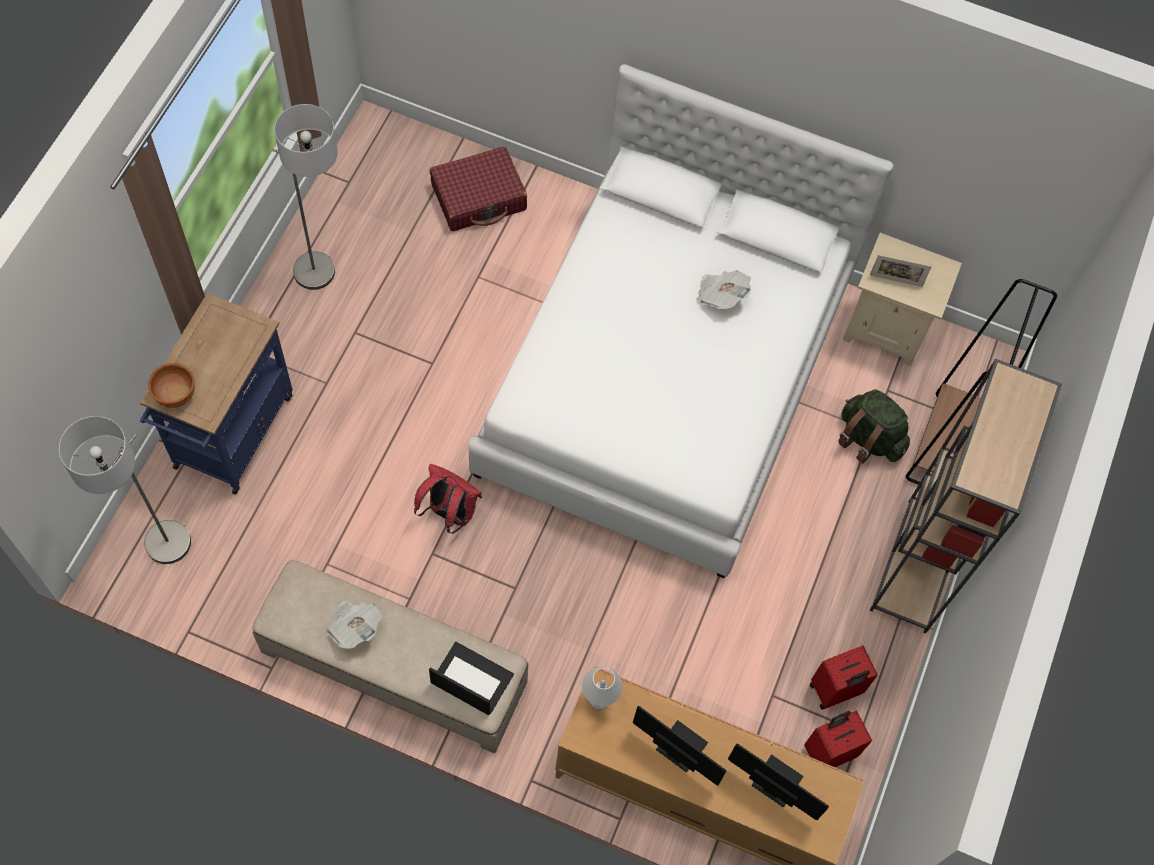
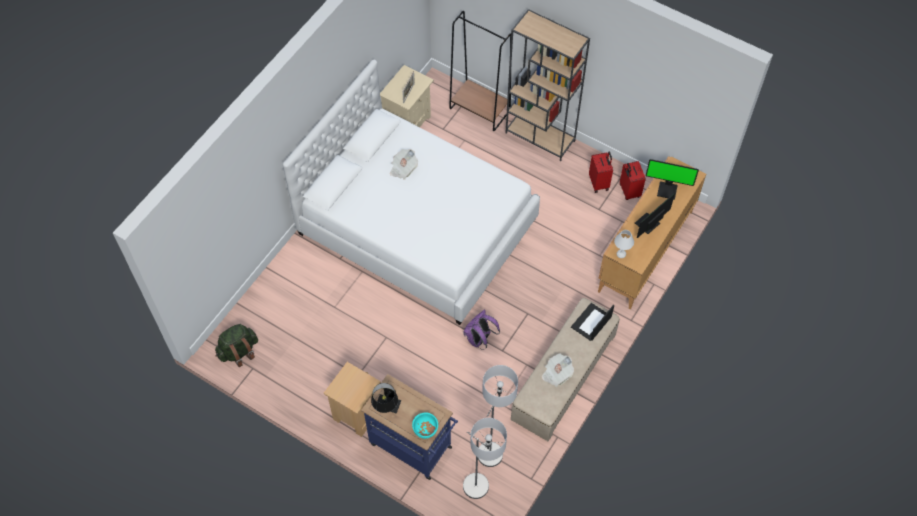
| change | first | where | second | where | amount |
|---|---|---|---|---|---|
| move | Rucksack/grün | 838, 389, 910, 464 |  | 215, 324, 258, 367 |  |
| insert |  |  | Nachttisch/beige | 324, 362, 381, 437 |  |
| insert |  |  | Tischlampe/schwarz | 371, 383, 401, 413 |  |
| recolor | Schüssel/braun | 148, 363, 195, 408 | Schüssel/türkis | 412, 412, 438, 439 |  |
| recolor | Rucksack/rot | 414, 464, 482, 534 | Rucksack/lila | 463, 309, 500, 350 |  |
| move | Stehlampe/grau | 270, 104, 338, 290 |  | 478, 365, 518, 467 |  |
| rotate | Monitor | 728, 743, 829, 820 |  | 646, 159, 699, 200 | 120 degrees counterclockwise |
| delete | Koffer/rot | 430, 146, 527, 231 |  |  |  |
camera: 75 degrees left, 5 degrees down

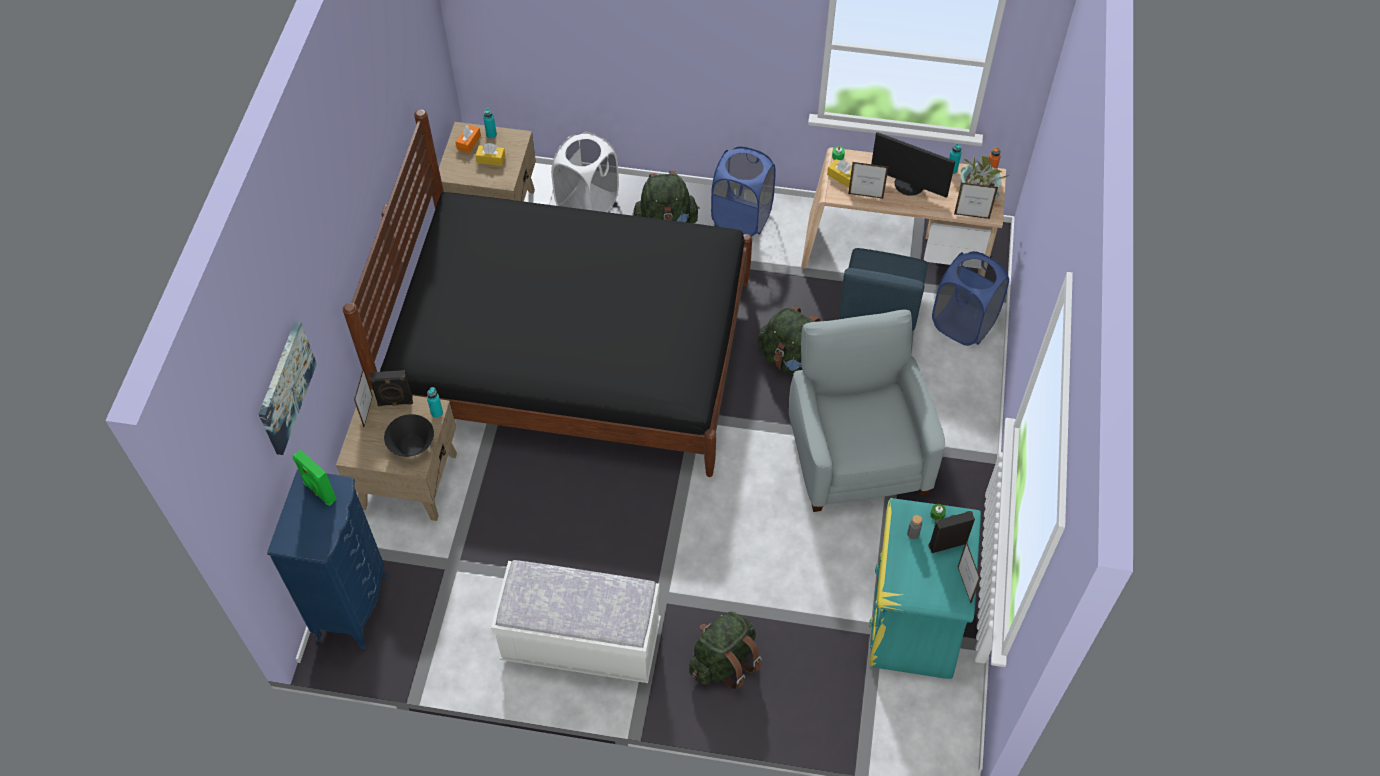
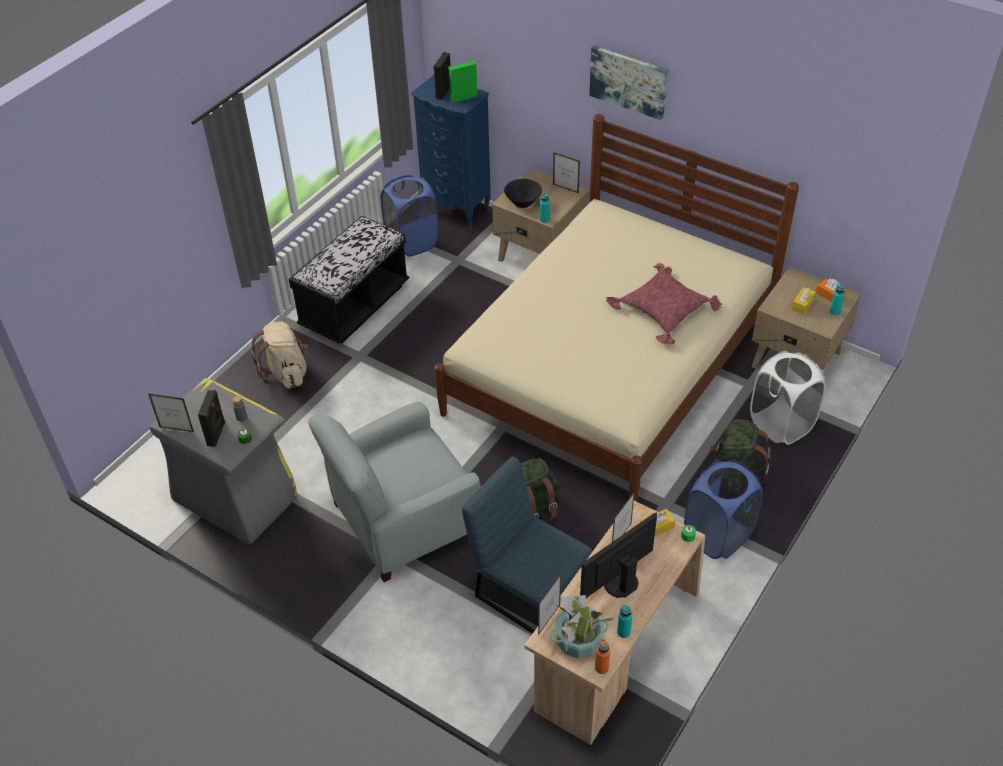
| change | first | where | second | where | amount |
|---|---|---|---|---|---|
| recolor | Nachttisch/türkis | 869, 498, 981, 679 | Nachttisch/grau | 149, 378, 297, 544 |  |
| recolor | Rucksack/grün | 689, 611, 762, 690 | Rucksack/beige | 251, 321, 308, 389 |  |
| recolor | Bank/weiß | 491, 560, 661, 683 | Bank/schwarz | 289, 216, 409, 344 |  |
| rotate | Sessel/grau | 789, 310, 945, 512 |  | 308, 402, 481, 582 | 135 degrees clockwise |
| move | Wäschekorb/blau | 932, 251, 1009, 346 |  | 381, 175, 439, 256 |  |
| move | Lautsprecher/schwarz | 369, 370, 413, 406 |  | 433, 52, 451, 100 |  |
| recolor | Bett/schwarz | 343, 109, 752, 477 | Bett/beige | 434, 114, 799, 501 |  |
| move | Bild | 259, 321, 317, 455 |  | 589, 46, 668, 120 |  |
| insert |  |  | Kissen/rot | 606, 263, 723, 345 |  |
camera: 115 degrees right, 10 degrees down

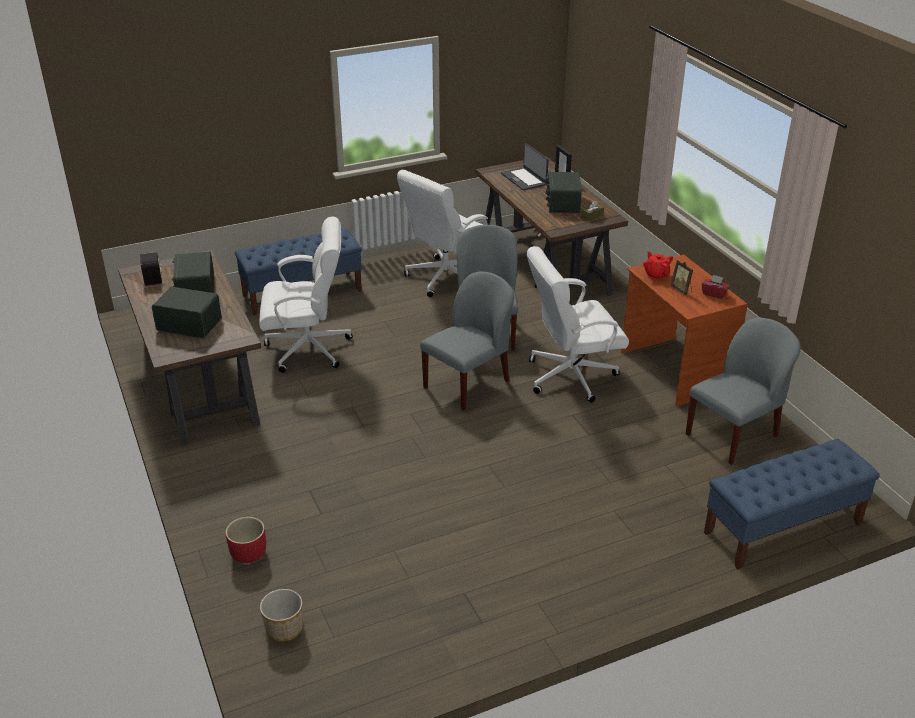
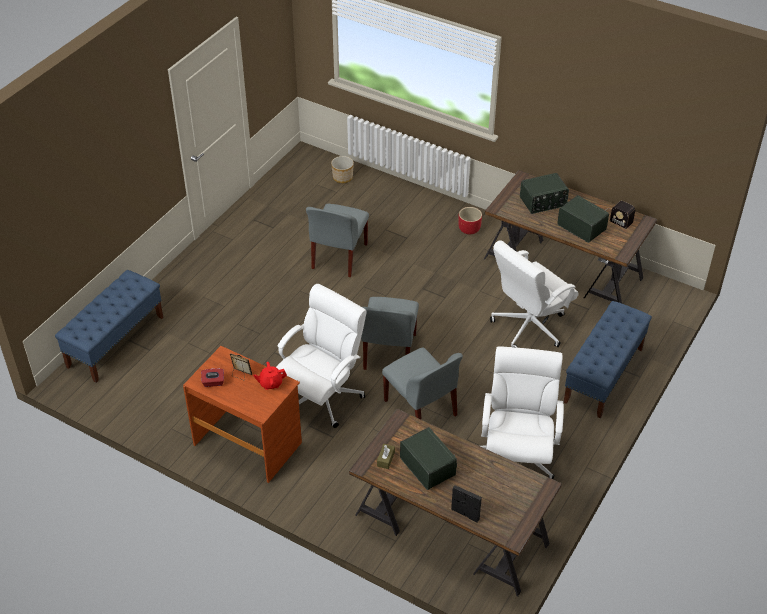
| change | first | where | second | where | amount |
|---|---|---|---|---|---|
| rotate | Teekanne/rot | 643, 251, 673, 280 |  | 253, 362, 287, 390 | 135 degrees clockwise |
| move | Stuhl/grau | 686, 318, 800, 465 |  | 306, 204, 369, 277 |  |
| move | Pflanzkübel/rot | 225, 517, 266, 563 |  | 458, 207, 482, 235 |  |
| delete | Laptop | 501, 143, 549, 190 |  |  |  |
camera: 145 degrees right, 10 degrees up

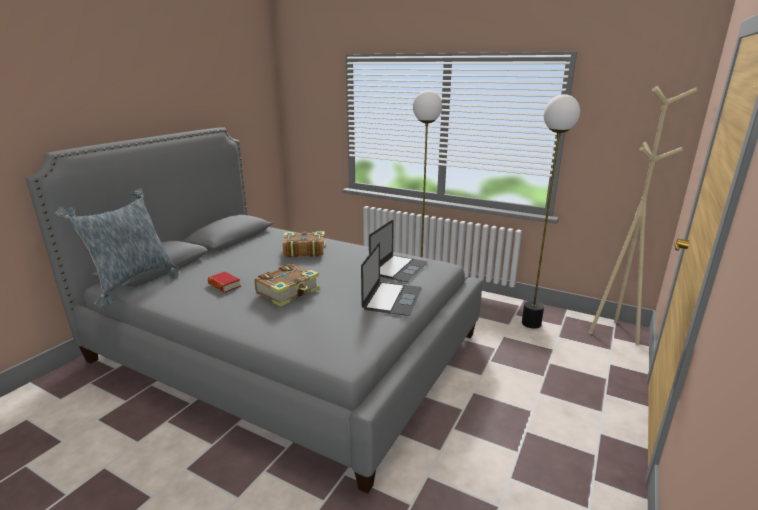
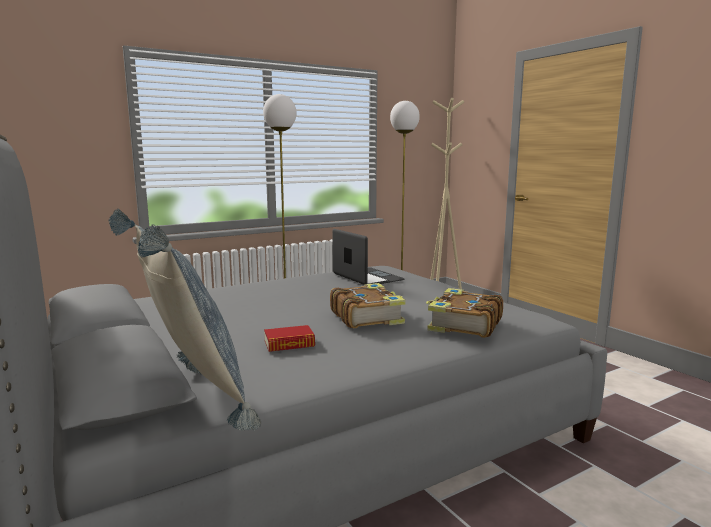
| change | first | where | second | where | amount |
|---|---|---|---|---|---|
| move | Buch | 282, 231, 325, 257 |  | 426, 288, 503, 338 |  |
| delete | Laptop | 361, 242, 422, 316 |  |  |  |
camera: 60 degrees left, 10 degrees down

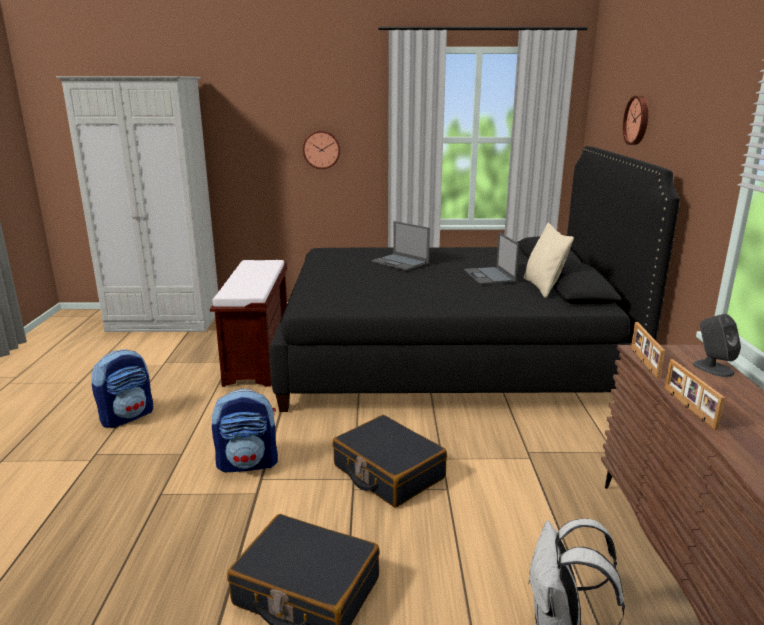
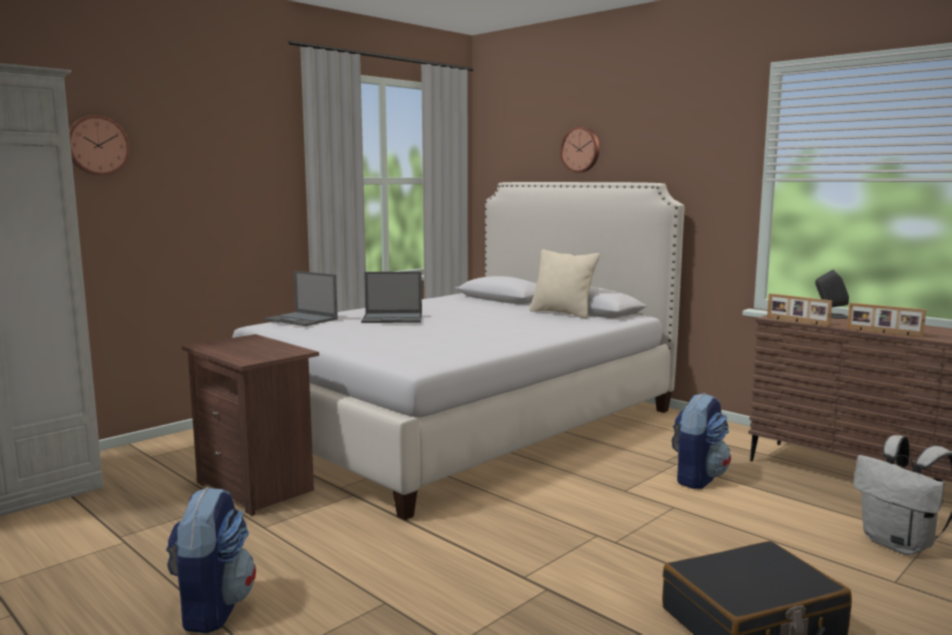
| change | first | where | second | where | amount |
|---|---|---|---|---|---|
| move | Wanduhr | 303, 131, 340, 169 |  | 69, 115, 130, 175 |  |
| replace | Bank/braun | 210, 260, 288, 387 | Nachttisch/braun | 182, 334, 319, 516 |  |
| recolor | Bett/schwarz | 270, 146, 680, 412 | Bett/weiß | 232, 182, 684, 520 |  |
| move | Laptop | 464, 232, 519, 285 |  | 265, 271, 338, 326 |  |
| move | Rucksack | 212, 389, 278, 472 |  | 672, 393, 731, 489 |  |
| delete | Koffer/schwarz | 332, 415, 447, 508 |  |  |  |
camera: 45 degrees left, 10 degrees down

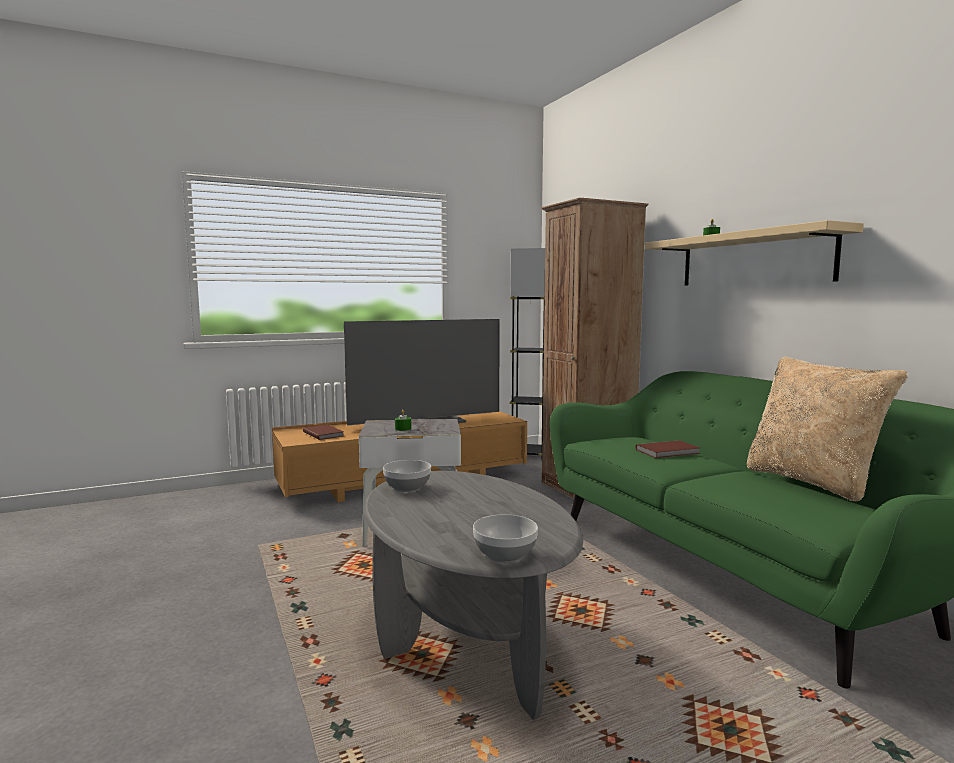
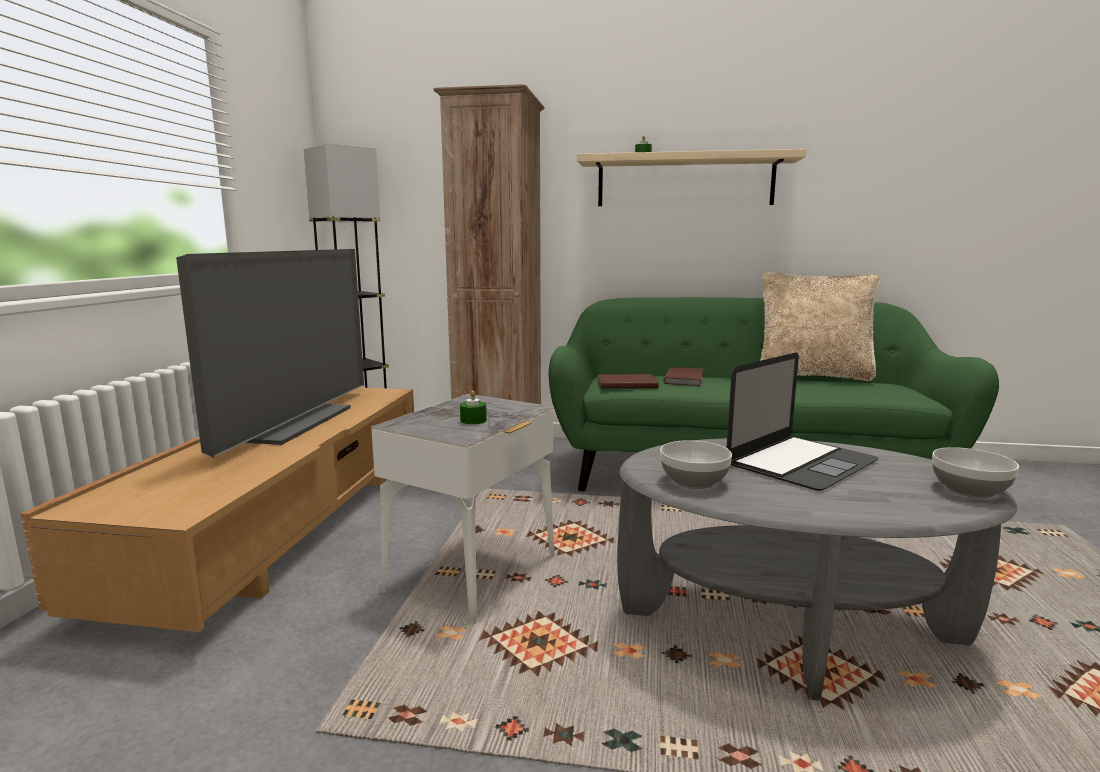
| change | first | where | second | where | amount |
|---|---|---|---|---|---|
| move | Buch/braun | 303, 425, 344, 440 |  | 598, 374, 659, 389 |  |
| insert |  |  | Laptop | 727, 352, 879, 491 |  |
camera: 55 degrees left, 5 degrees up

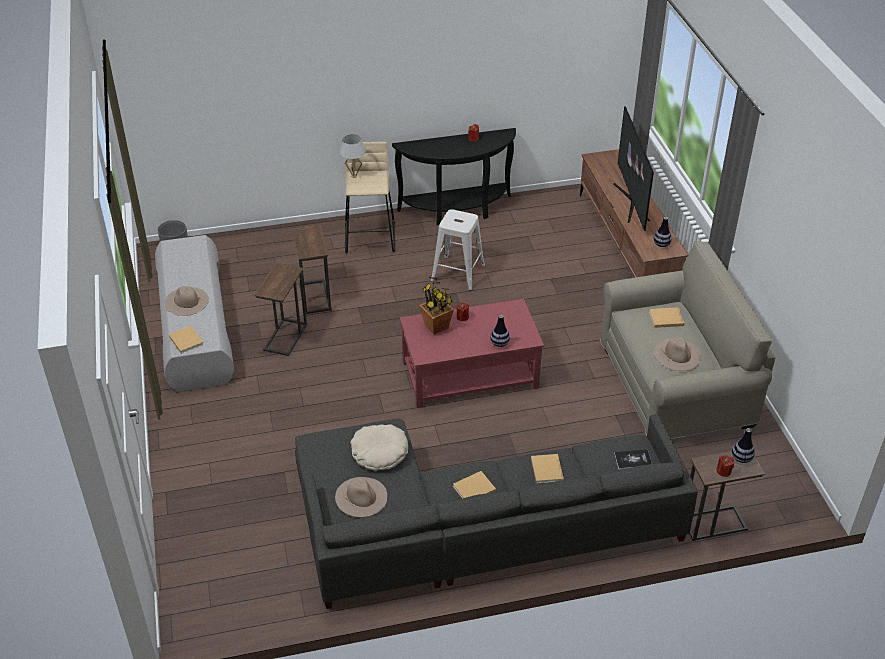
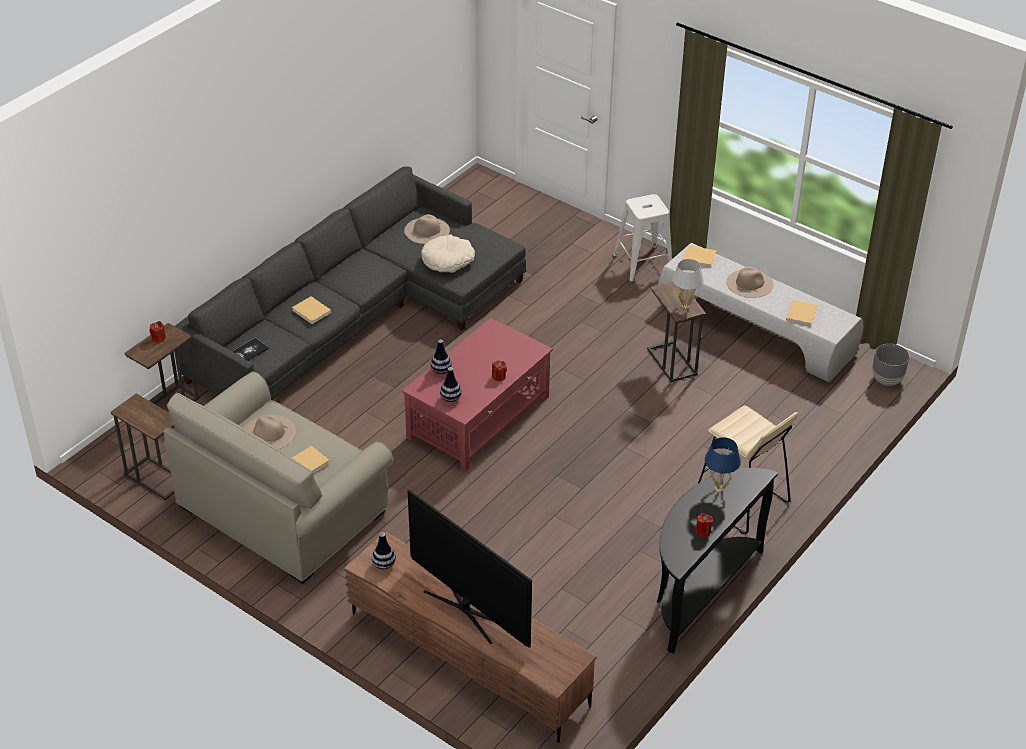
| change | first | where | second | where | amount |
|---|---|---|---|---|---|
| move | Beistelltisch/braun | 292, 225, 332, 314 |  | 111, 394, 174, 501 |  |
| move | Vase | 732, 428, 755, 463 |  | 440, 367, 462, 402 |  |
| move | Hocker/weiß | 431, 209, 485, 291 |  | 613, 194, 672, 282 |  |
| move | Tischlampe/weiß | 340, 134, 366, 178 |  | 672, 259, 704, 309 |  |
| insert |  |  | Tischlampe/blau | 705, 437, 741, 492 |  |
| move | Buch/beige | 453, 471, 496, 499 |  | 786, 300, 818, 326 |  |
| delete | Topfpflanze | 419, 277, 454, 335 |  |  |  |
camera: 140 degrees right, 0 degrees up

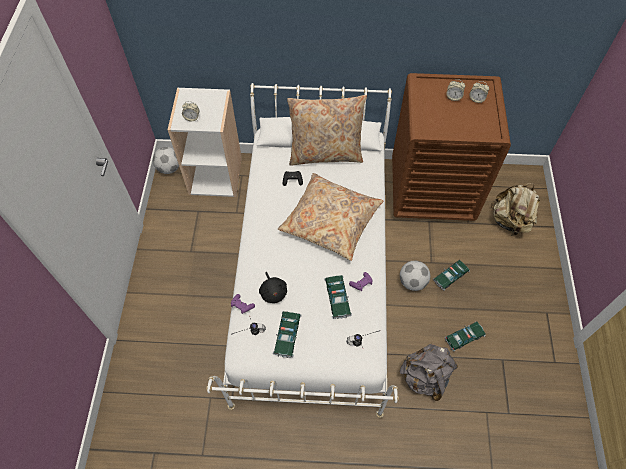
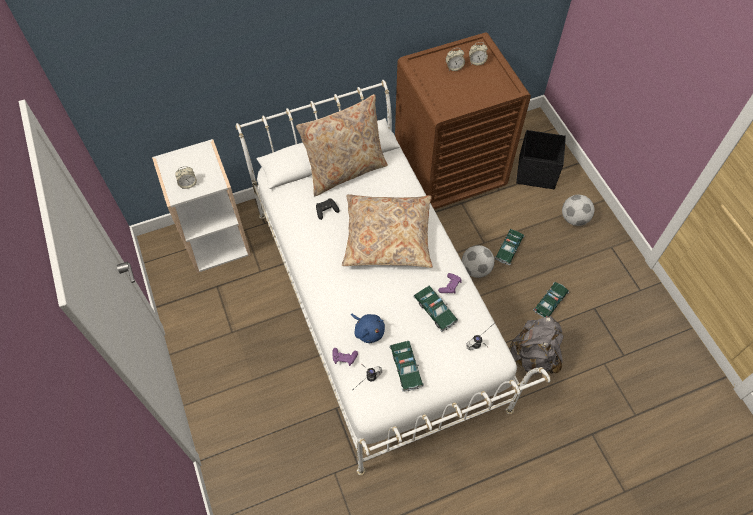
| change | first | where | second | where | amount |
|---|---|---|---|---|---|
| recolor | Plüschtier/schwarz | 259, 272, 287, 303 | Plüschtier/blau | 351, 314, 385, 343 |  |
| replace | Rucksack/beige | 491, 183, 540, 235 | Aufbewahrungsbox/schwarz | 516, 130, 566, 189 |  |
| move | Fußball | 153, 147, 179, 174 |  | 562, 195, 594, 226 |  |
camera: 25 degrees left, 0 degrees up

